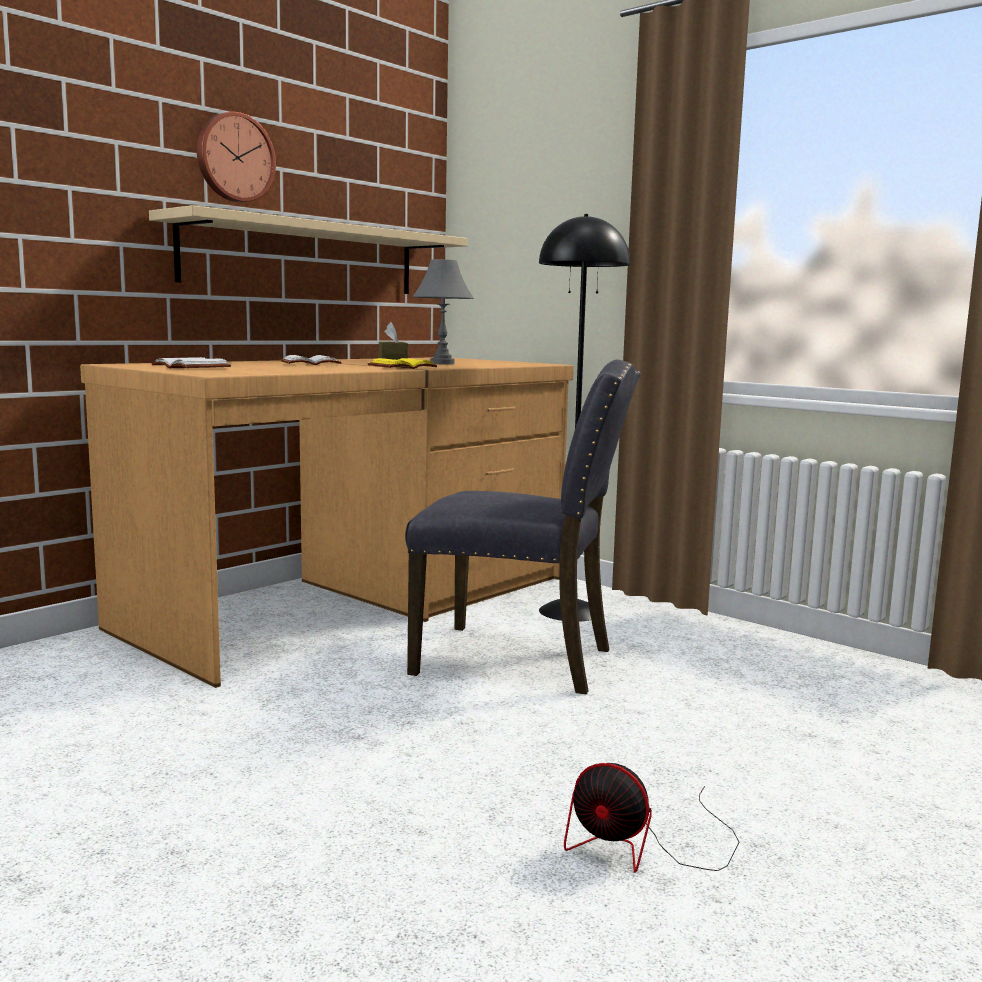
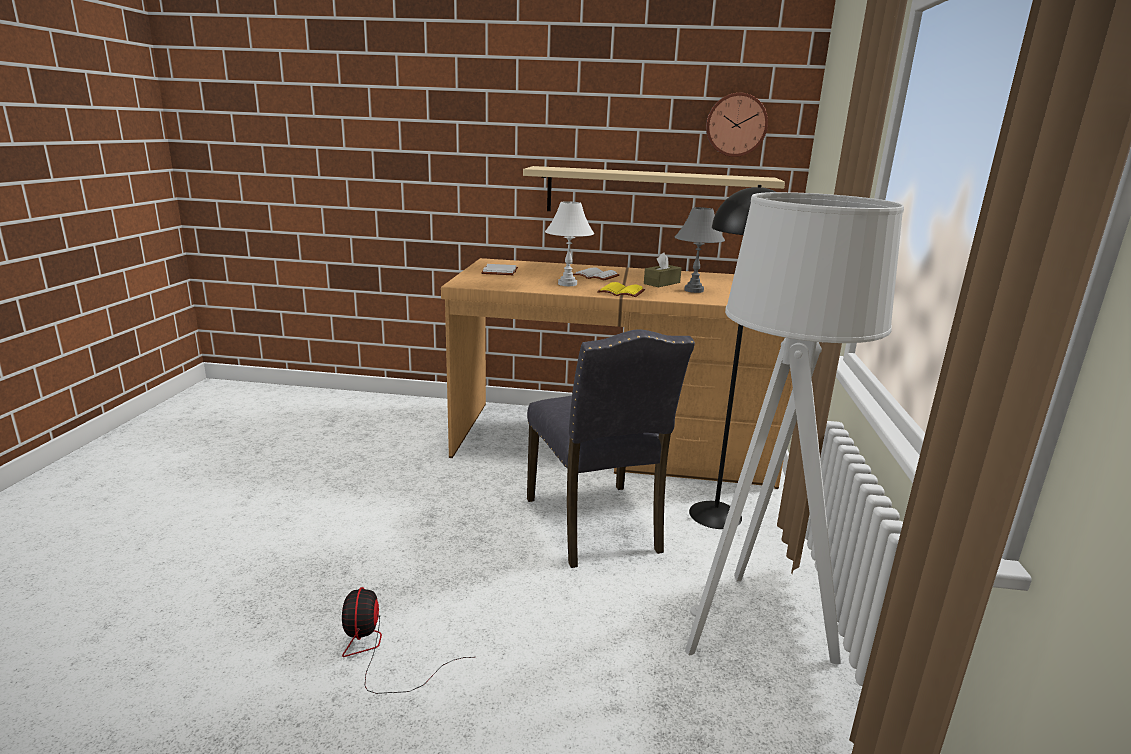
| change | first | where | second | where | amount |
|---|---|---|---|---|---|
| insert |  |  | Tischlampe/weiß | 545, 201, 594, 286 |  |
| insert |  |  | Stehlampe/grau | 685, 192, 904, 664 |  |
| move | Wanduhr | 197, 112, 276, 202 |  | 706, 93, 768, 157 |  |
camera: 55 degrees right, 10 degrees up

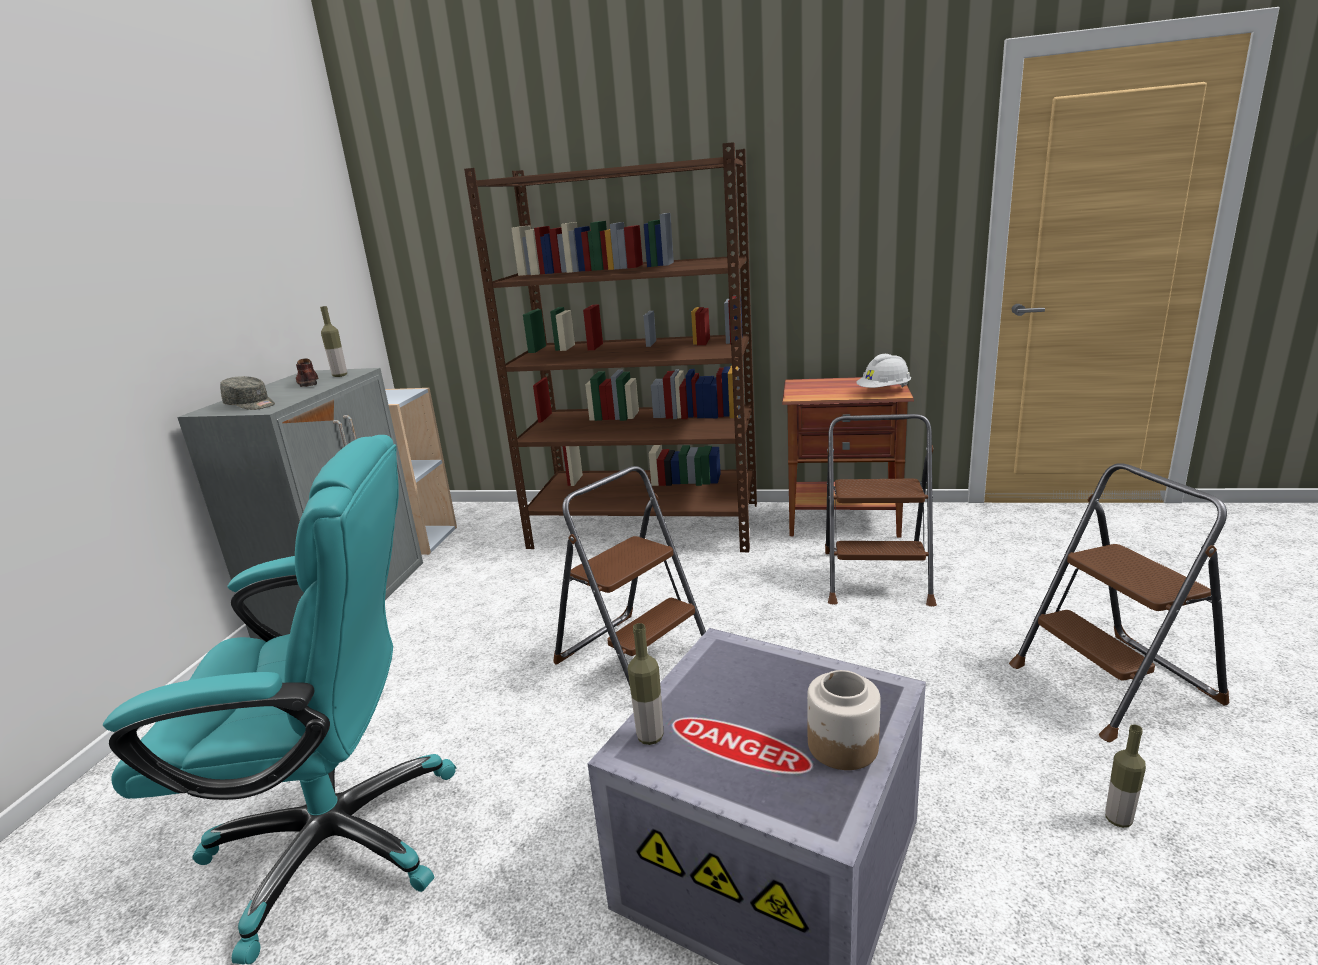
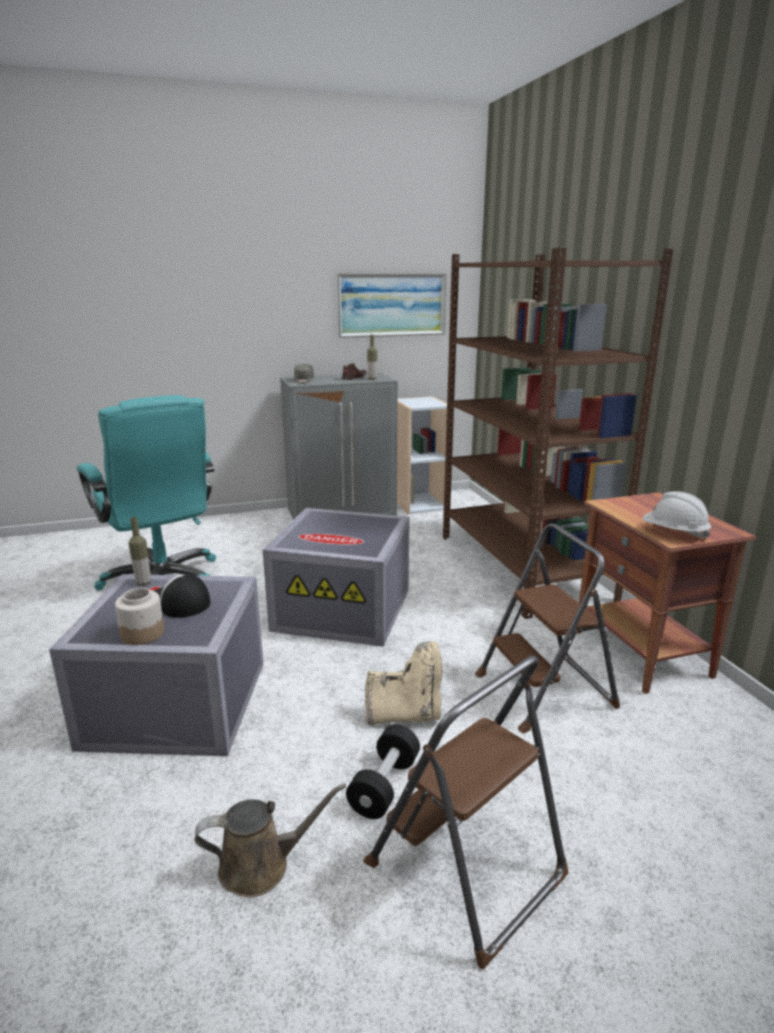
| change | first | where | second | where | amount |
|---|---|---|---|---|---|
| insert |  |  | Kappe | 154, 574, 211, 618 |  |
| replace | Flasche | 1105, 724, 1146, 828 | Gießkanne/braun | 194, 783, 346, 897 |  |
| replace | Trittleiter/braun | 553, 466, 706, 686 | Aufbewahrungsbox/grau | 263, 508, 410, 647 |  |
| insert |  |  | Bild | 337, 273, 447, 338 |  |
| insert |  |  | Hantel/schwarz | 346, 724, 420, 819 |  |
| insert |  |  | Stiefel/beige | 364, 641, 442, 725 |  |
camera: 60 degrees right, 0 degrees up

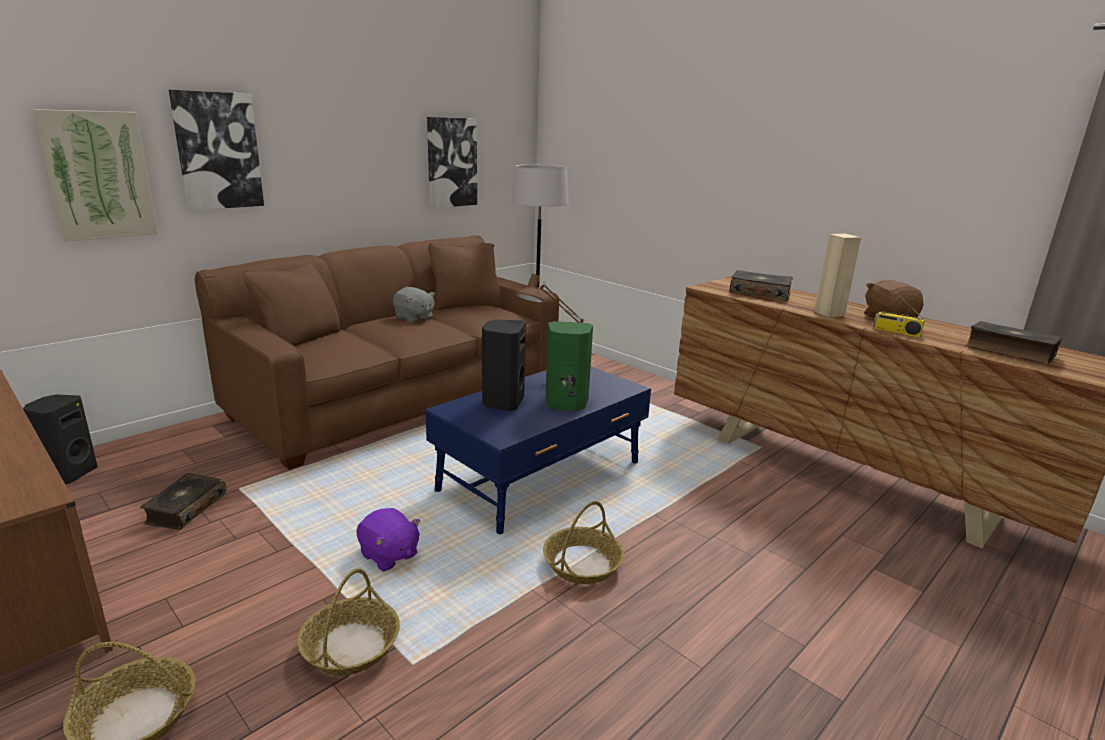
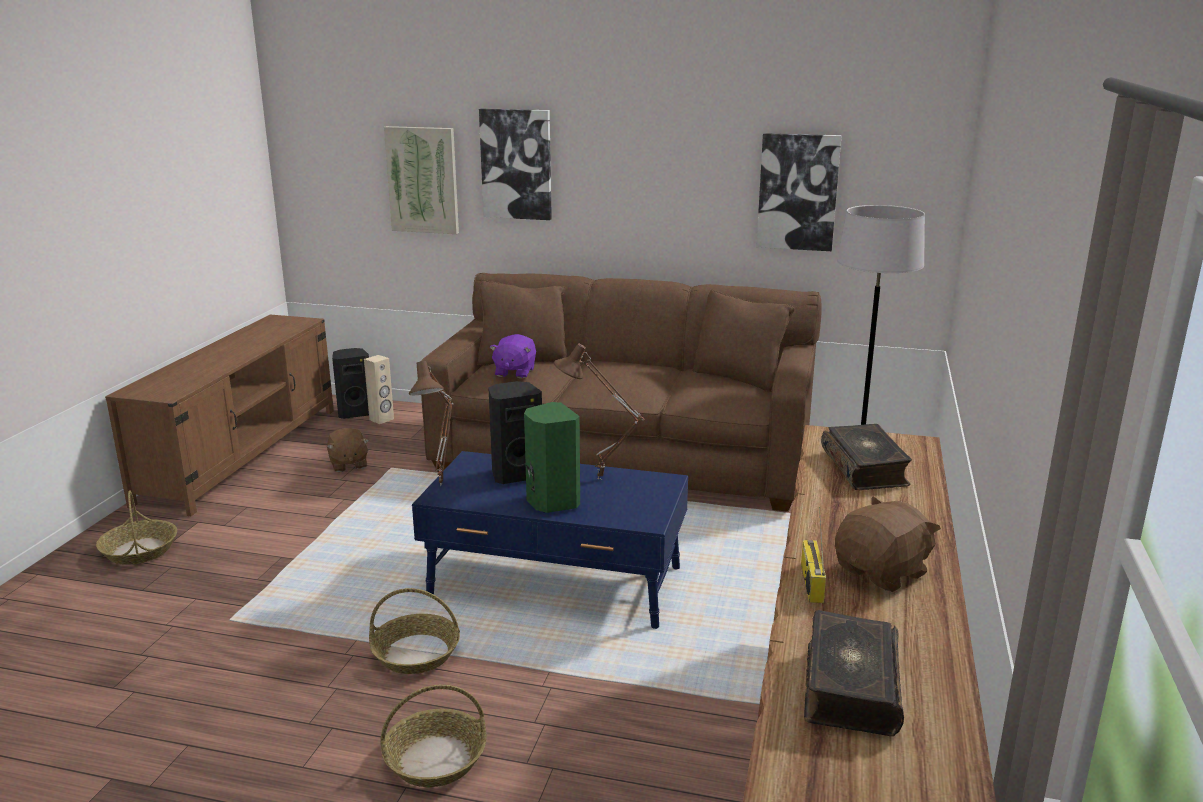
| change | first | where | second | where | amount |
|---|---|---|---|---|---|
| replace | Buch | 140, 473, 226, 530 | Plüschtier/braun | 327, 428, 369, 472 |  |
| move | Lautsprecher/beige | 814, 234, 861, 317 |  | 364, 355, 394, 424 |  |
| move | Korb | 297, 568, 400, 675 |  | 380, 685, 486, 787 |  |
| insert |  |  | Tischlampe/braun | 409, 361, 453, 486 |  |
| move | Plüschtier/lila | 356, 508, 420, 572 |  | 490, 334, 536, 378 |  |
| delete | Plüschtier/grau | 393, 287, 435, 323 |  |  |  |
camera: 60 degrees right, 0 degrees up

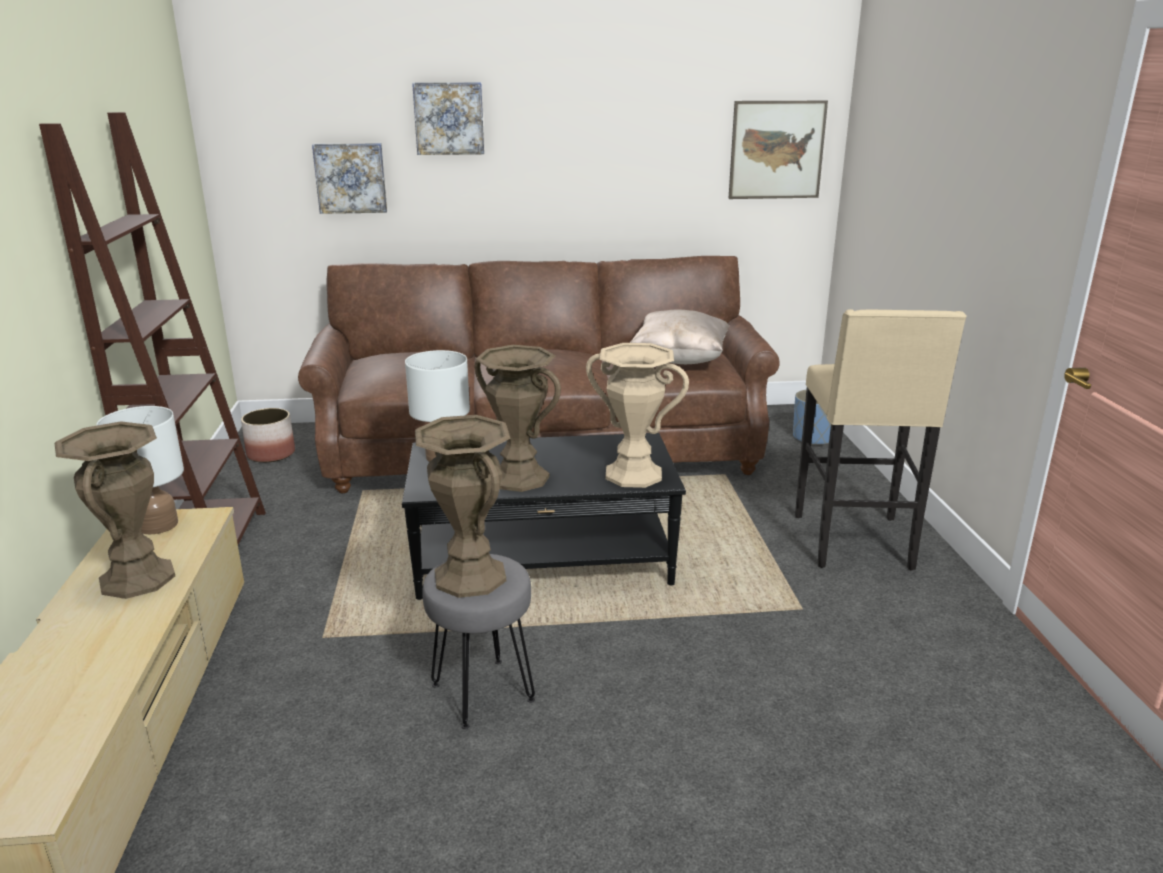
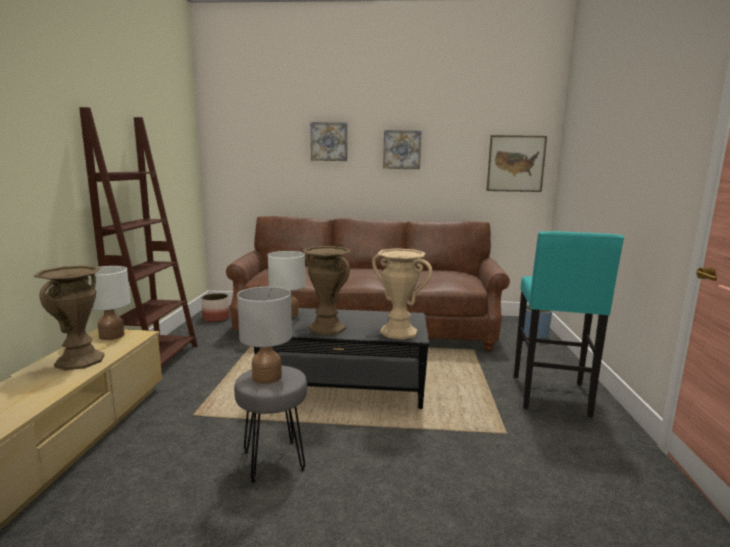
| change | first | where | second | where | amount |
|---|---|---|---|---|---|
| replace | Vase/braun | 415, 415, 510, 598 | Tischlampe/grau | 237, 287, 292, 384 |  |
| move | Bild | 312, 143, 387, 214 |  | 383, 130, 421, 169 |  |
| recolor | Hocker/beige | 795, 309, 967, 570 | Hocker/türkis | 514, 231, 624, 417 |  |
| delete | Kissen/beige | 630, 310, 729, 364 |  |  |  |
camera: 10 degrees right, 10 degrees down

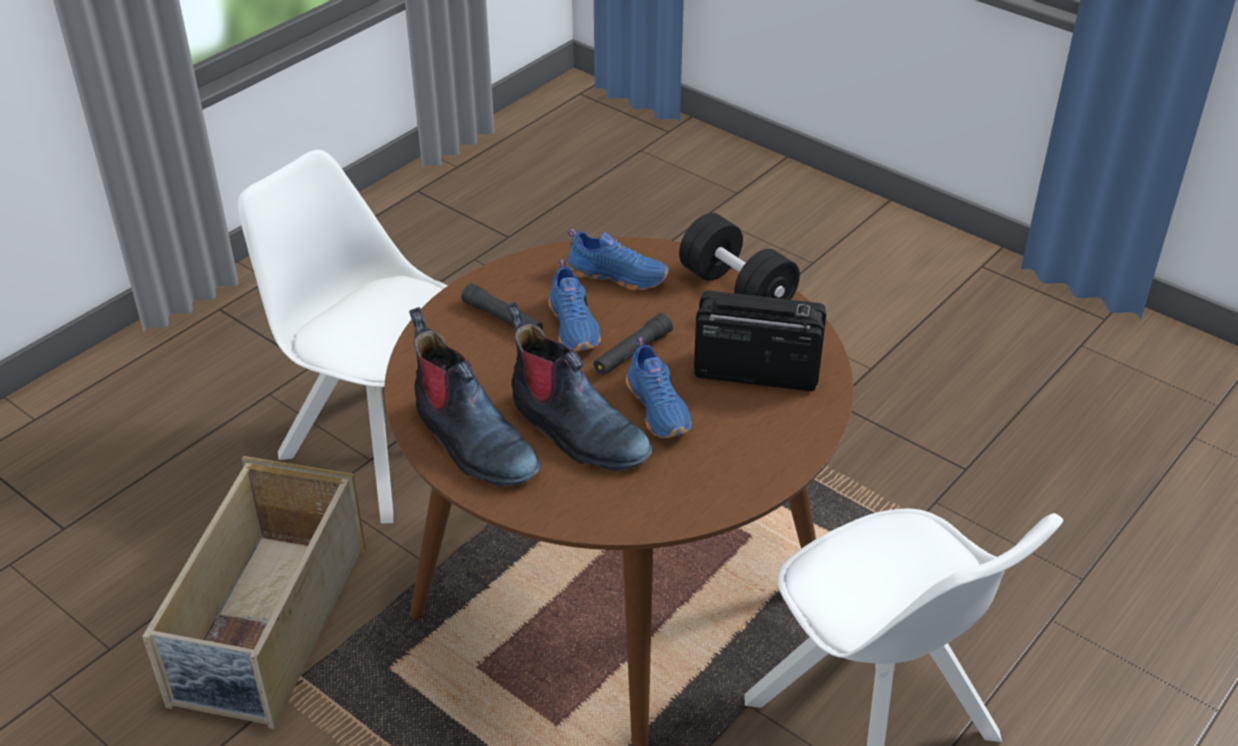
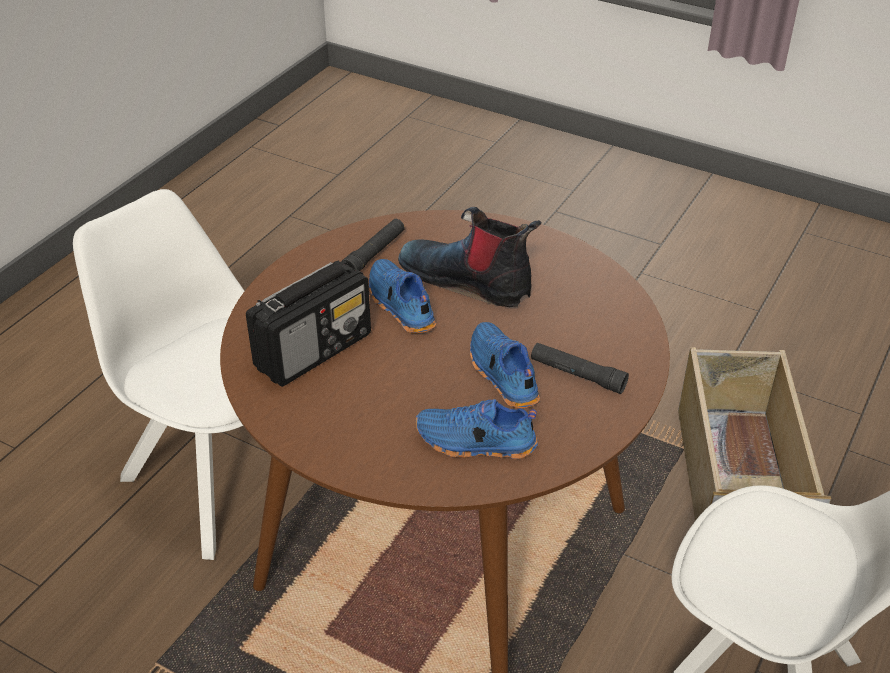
| change | first | where | second | where | amount |
|---|---|---|---|---|---|
| rotate | Radio | 694, 291, 826, 391 |  | 246, 261, 371, 387 | 45 degrees counterclockwise |
| move | Taschenlampe/schwarz | 594, 313, 673, 375 |  | 342, 219, 405, 271 |  |
| delete | Stiefel | 409, 307, 541, 487 |  |  |  |
| delete | Hantel/schwarz | 679, 213, 800, 300 |  |  |  |
camera: 170 degrees right, 0 degrees up

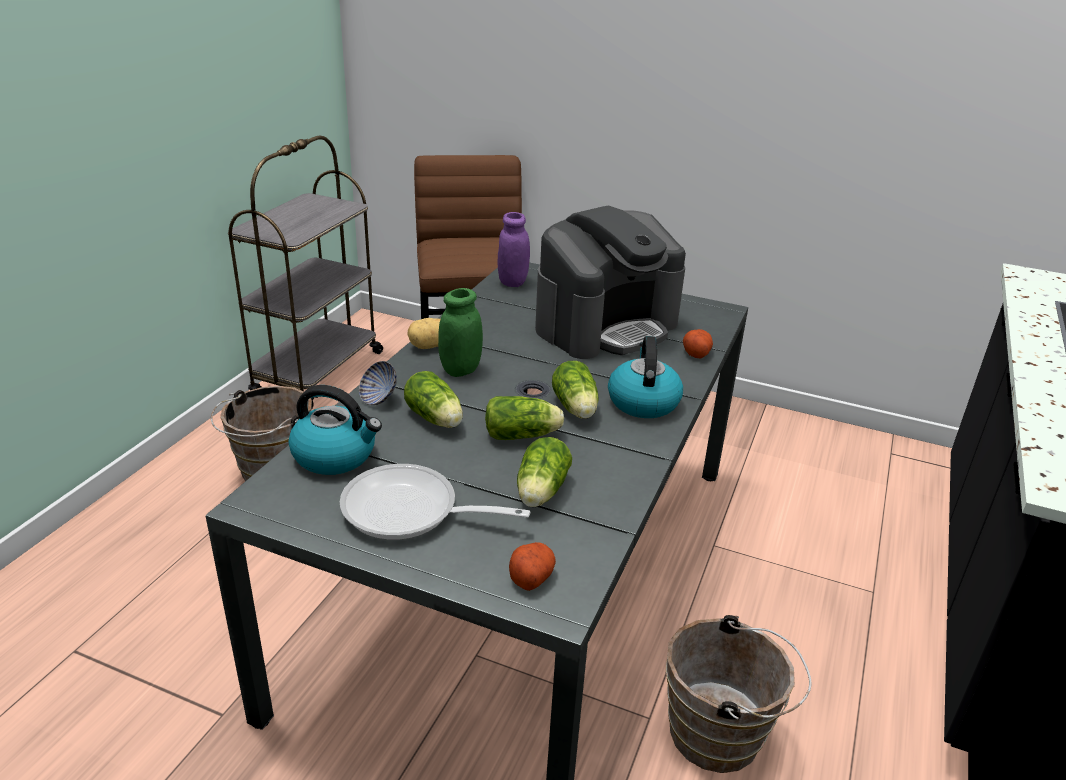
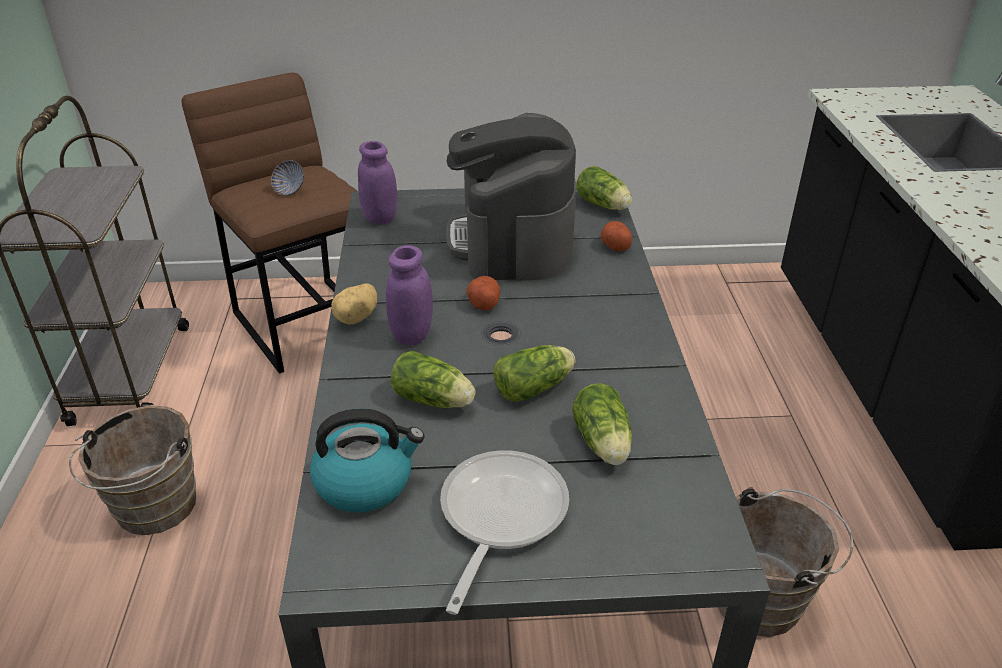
| change | first | where | second | where | amount |
|---|---|---|---|---|---|
| move | Schüssel | 359, 361, 397, 405 |  | 271, 160, 304, 195 |  |
| recolor | Vorratsglas/grün | 438, 288, 483, 377 | Vorratsglas/lila | 386, 245, 433, 345 |  |
| rotate | Pfanne | 340, 464, 530, 540 |  | 440, 450, 569, 615 | 120 degrees clockwise |
| rotate | Kaffeemaschine | 535, 206, 686, 359 |  | 446, 113, 576, 281 | 150 degrees clockwise |
| move | Kartoffel | 509, 542, 556, 591 |  | 466, 276, 501, 310 |  |
| move | Salatkopf | 552, 361, 598, 419 |  | 576, 166, 632, 210 |  |
| delete | Wasserkessel | 608, 336, 683, 418 |  |  |  |
camera: 25 degrees left, 5 degrees up

